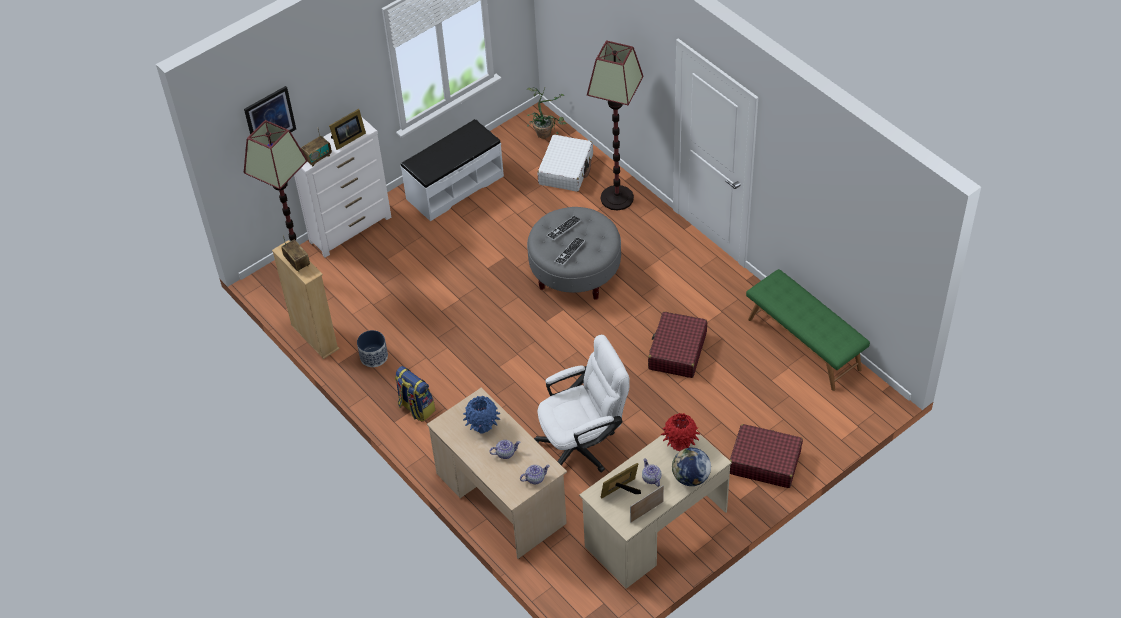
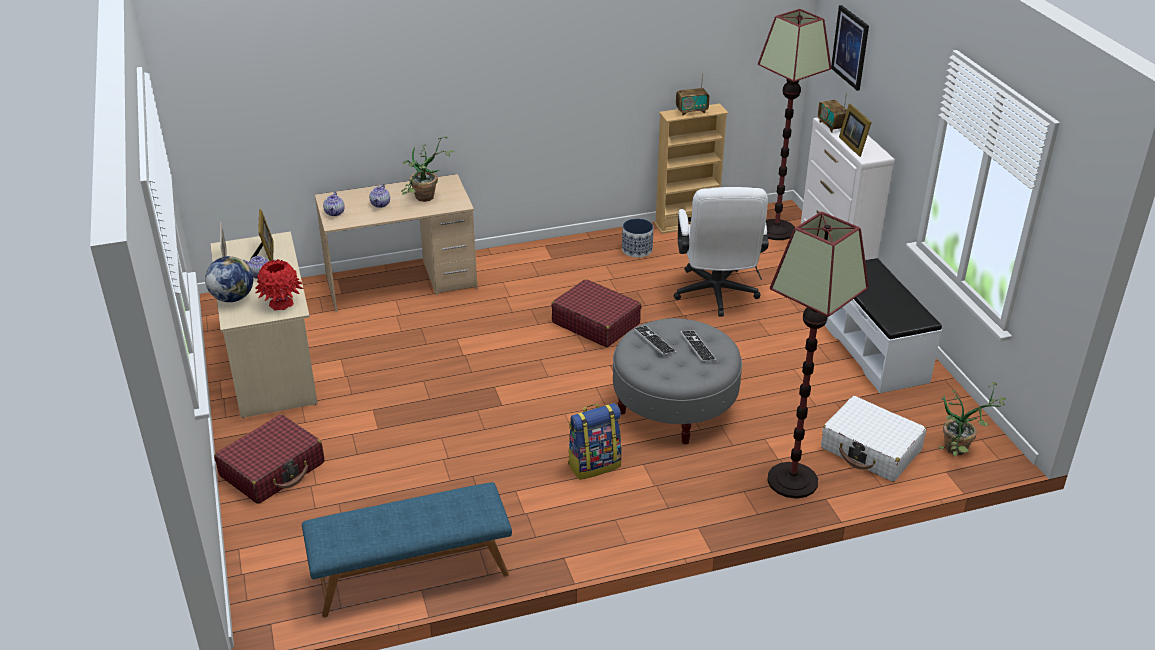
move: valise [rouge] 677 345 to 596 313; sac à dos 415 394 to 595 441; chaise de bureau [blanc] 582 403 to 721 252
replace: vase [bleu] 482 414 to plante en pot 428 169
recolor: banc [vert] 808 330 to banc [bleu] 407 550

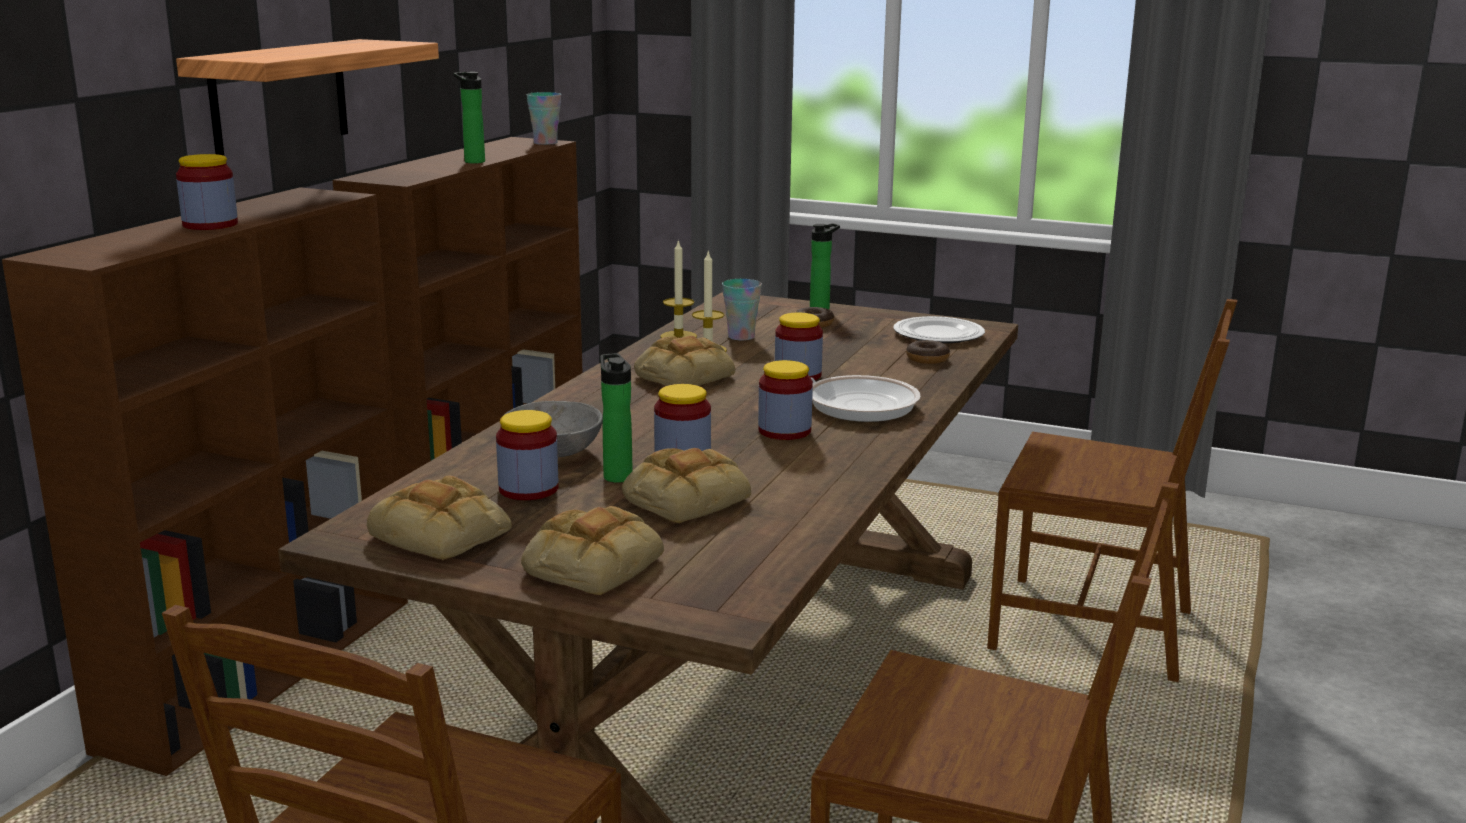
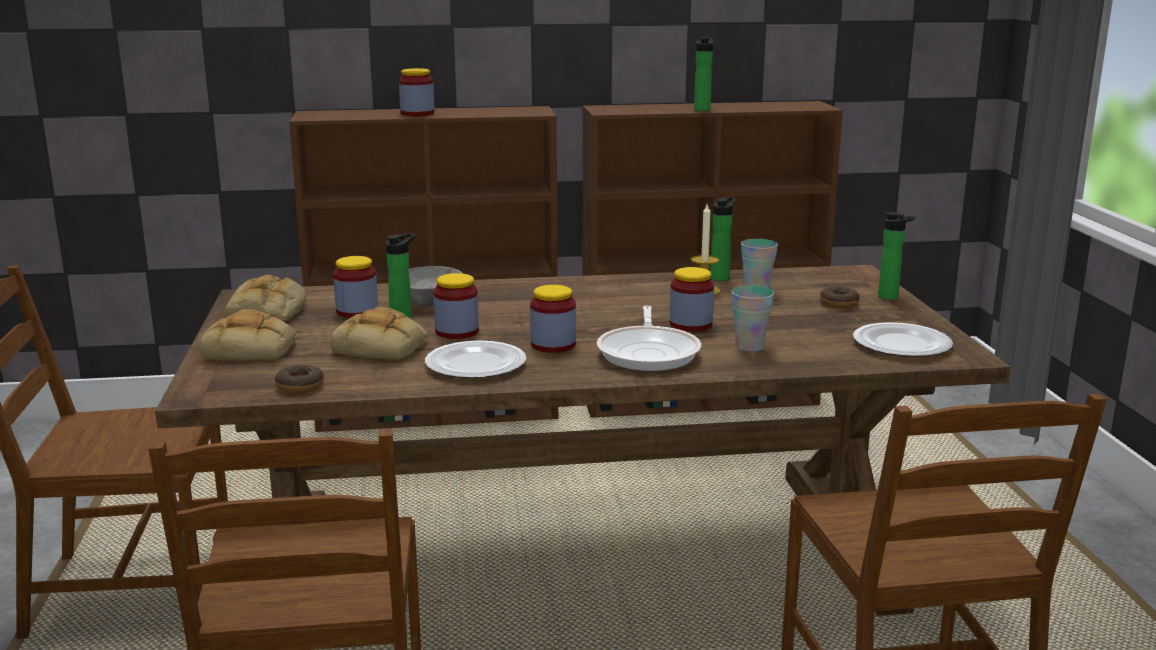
delete: étagère 307 97; pain 684 361
insert: assiette 475 359
move: beignet 928 352 to 299 379; tasse 544 118 to 752 318
replace: bougie 678 288 to bouteille 723 239

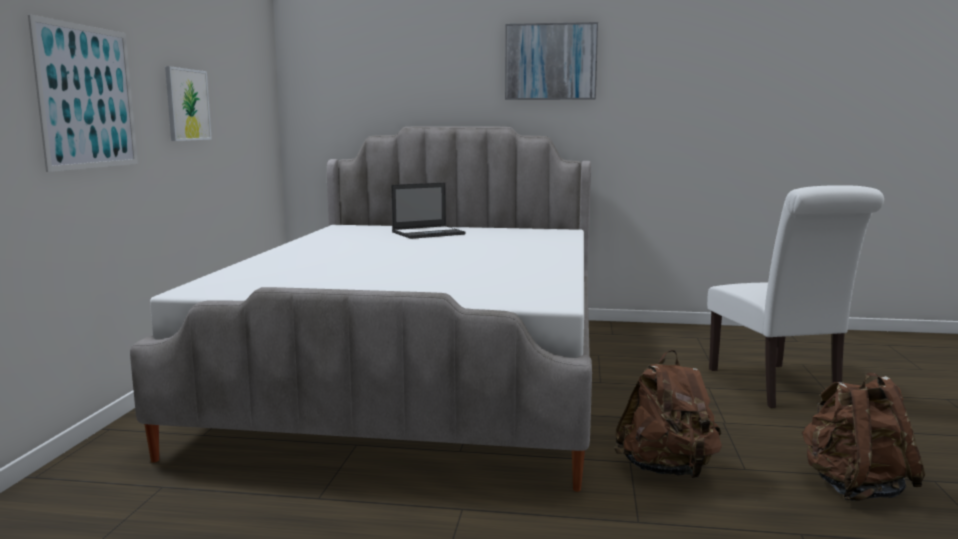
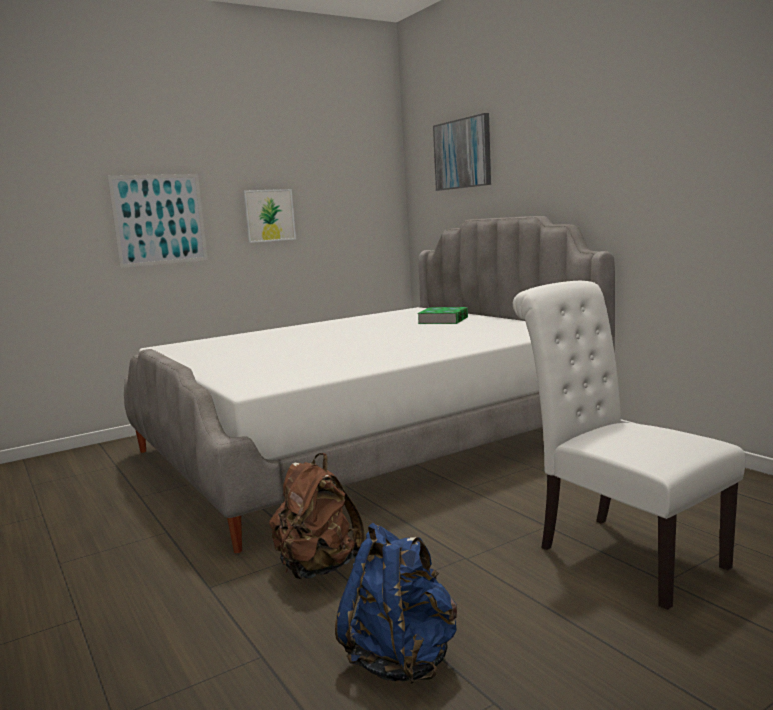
move: tableau 551 61 to 462 152
replace: ordinateur portable 428 211 to livre 442 315
recolor: sac à dos [marron] 863 437 to sac à dos [bleu] 396 603
rotate: chaise [blanc] 795 296 = 629 445 105 degrees clockwise

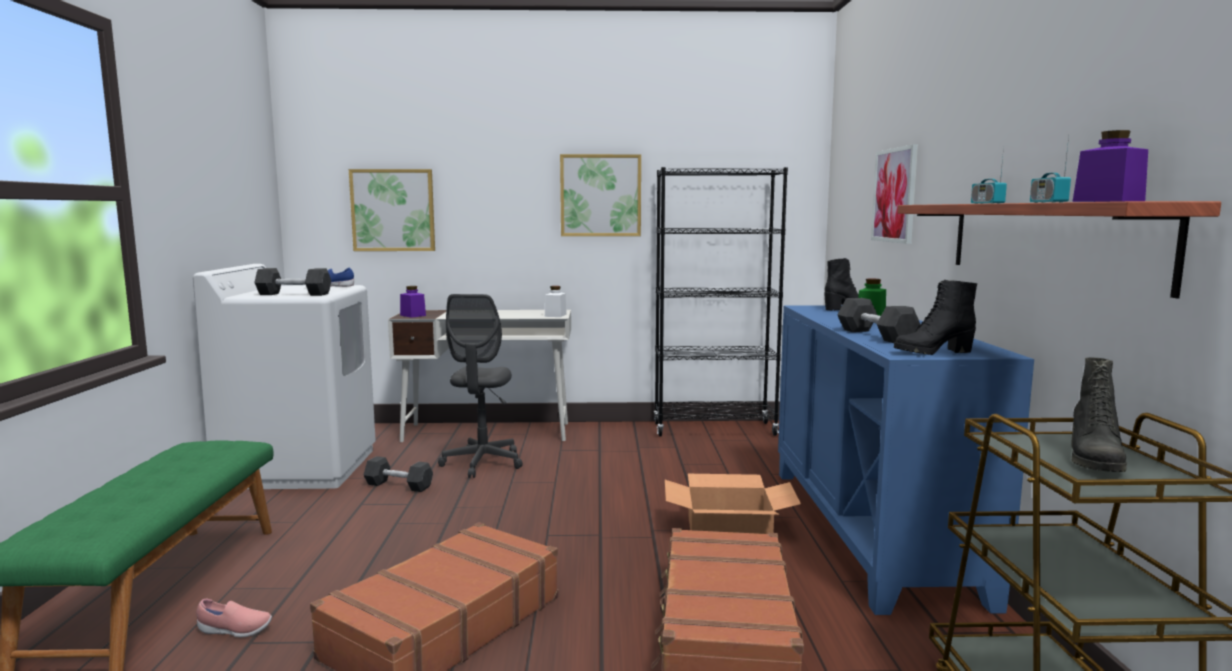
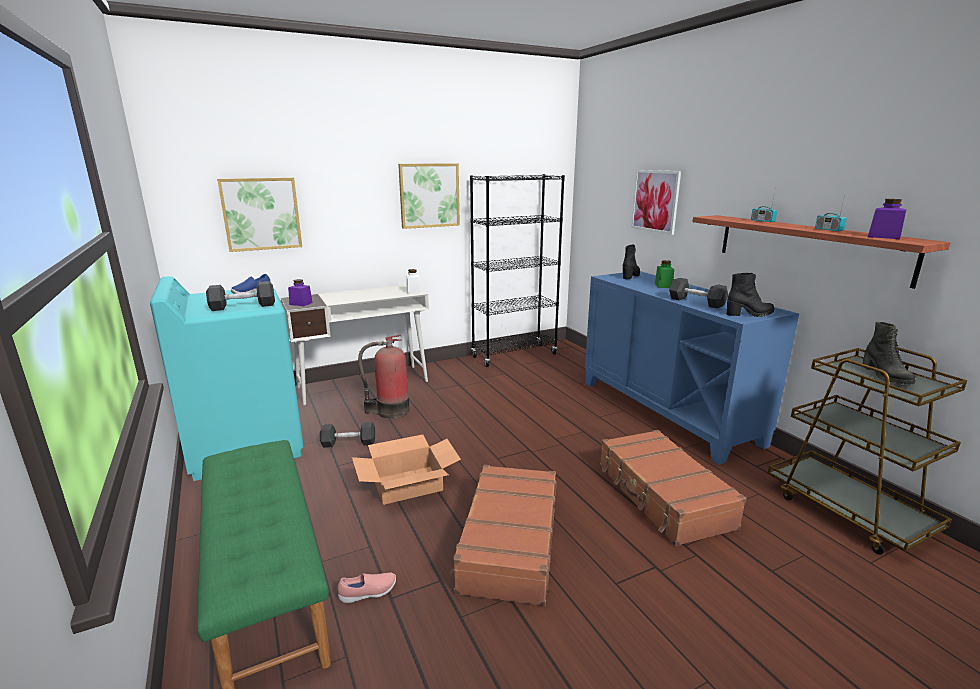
move: carton 733 504 to 406 469
replace: chaise de bureau [gris] 480 386 to extincteur 384 377
recolor: lave-linge [blanc] 284 376 to lave-linge [turquoise] 227 378
rotate: botte [noir] 935 317 = 751 295 150 degrees counterclockwise

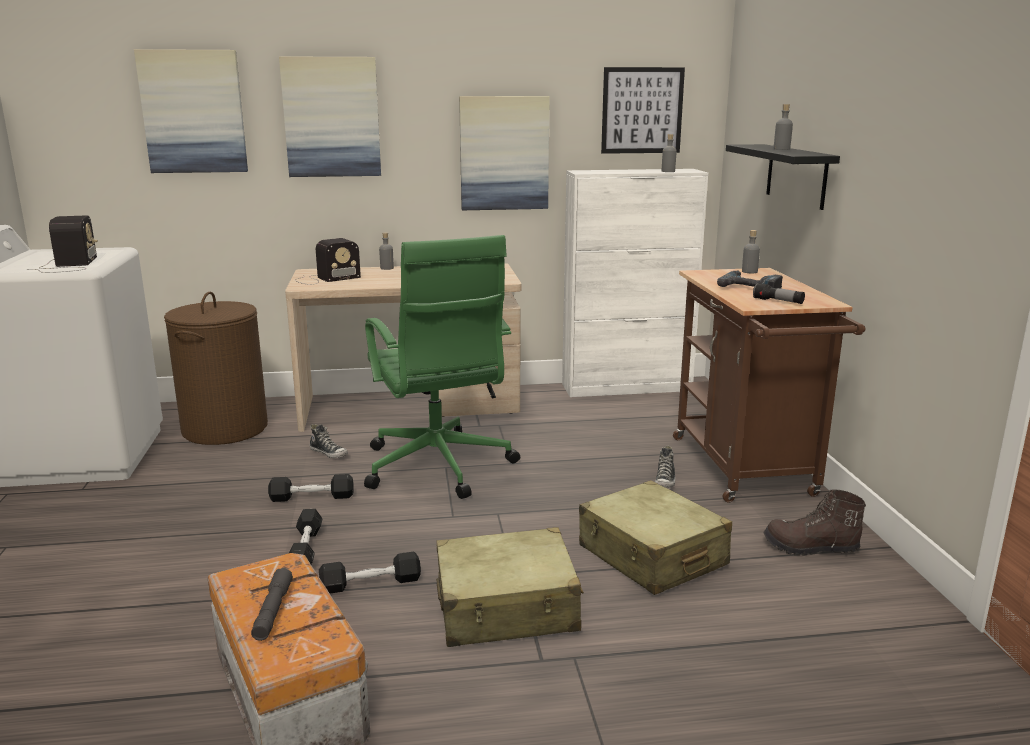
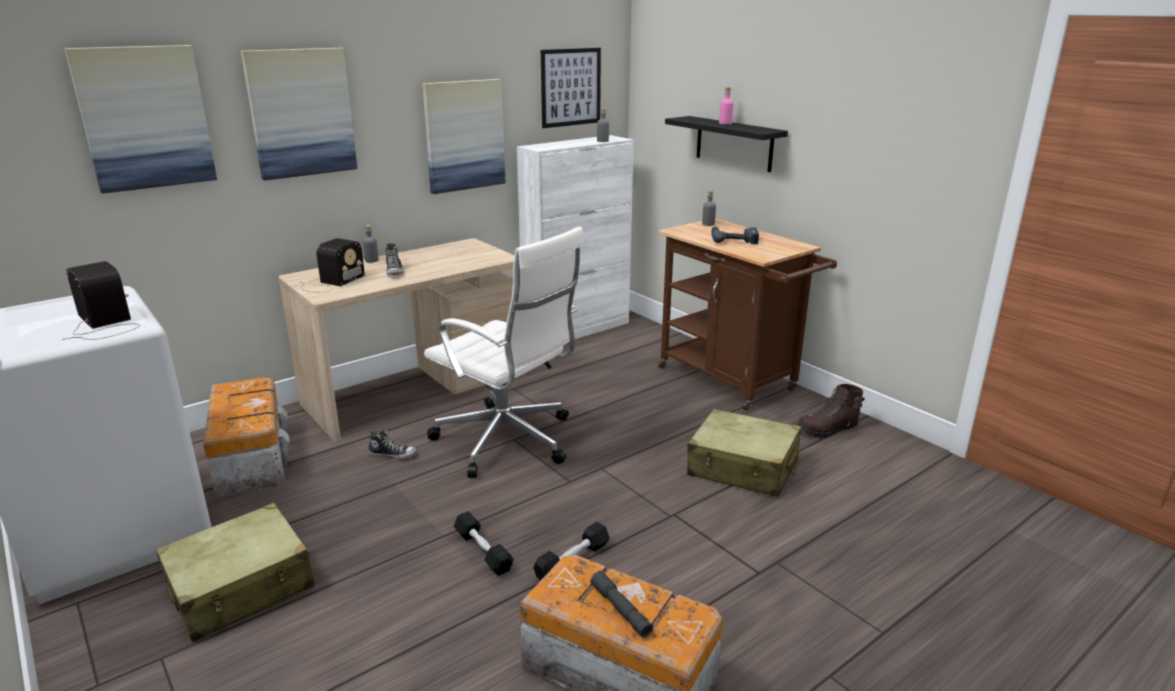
delete: haltère [noir] 311 488; lampe de poche 779 293
move: valise [beige] 510 587 to 235 572; chaussure 665 467 to 394 259
replace: panier à linge [marron] 216 368 to boîte de rangement 246 437
recolor: chaise de bureau [vert] 442 367 to chaise de bureau [blanc] 504 352; bouteille [gris] 783 127 to bouteille [rose] 726 105

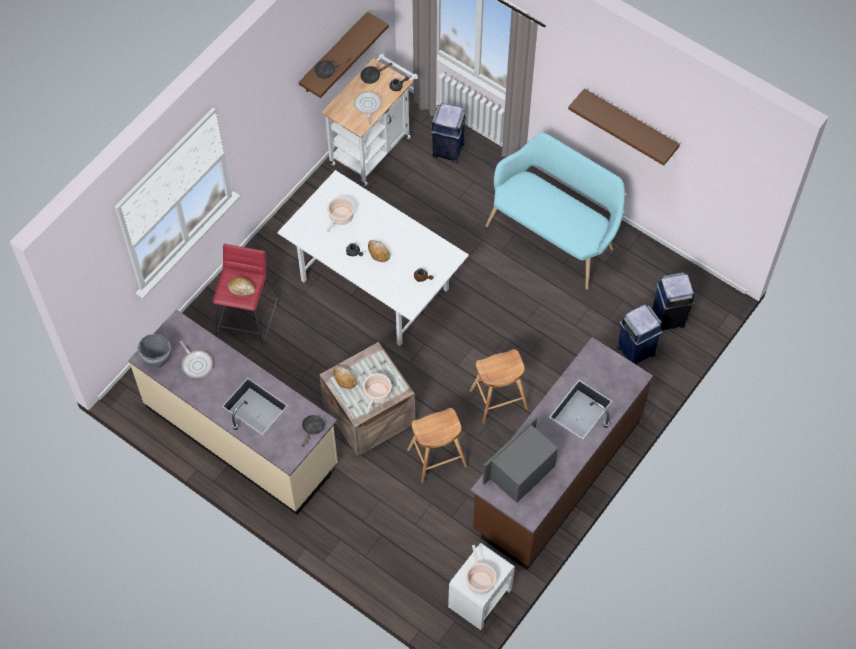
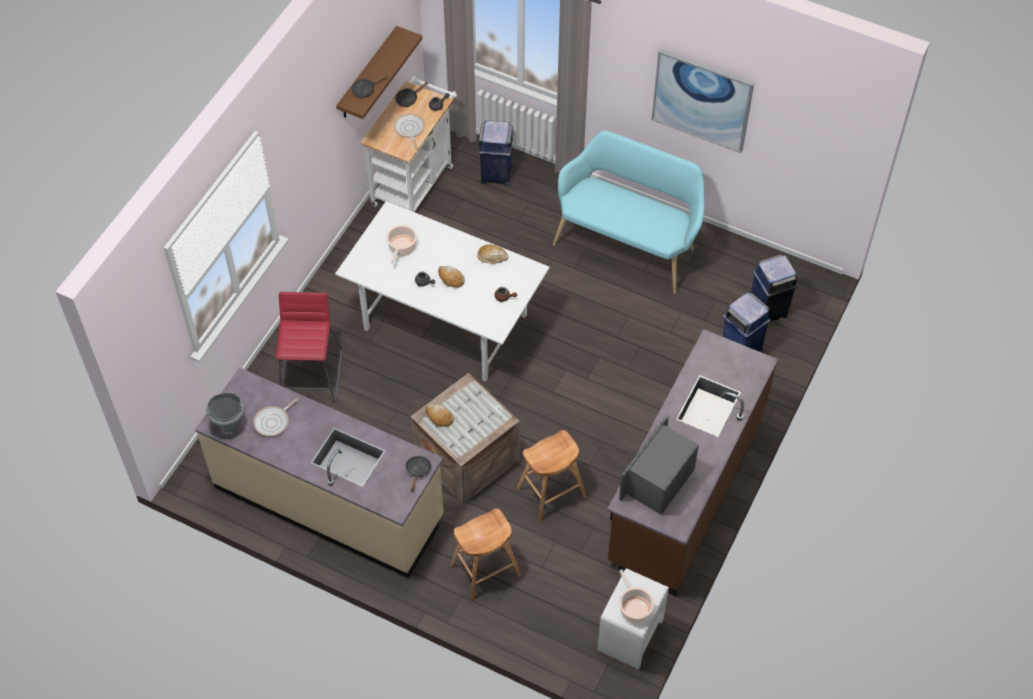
delete: marmite 377 393
move: tabouret [marron] 498 386 to 486 554; pain 241 286 to 492 254
replace: étagère [marron] 624 127 to tableau 702 101
rotate: poêle 196 359 = 275 417 90 degrees clockwise

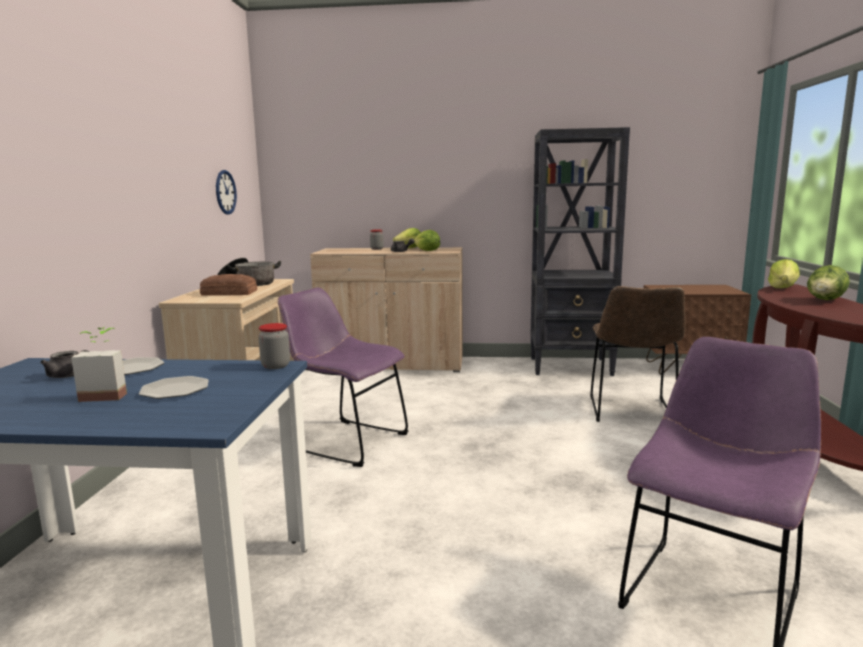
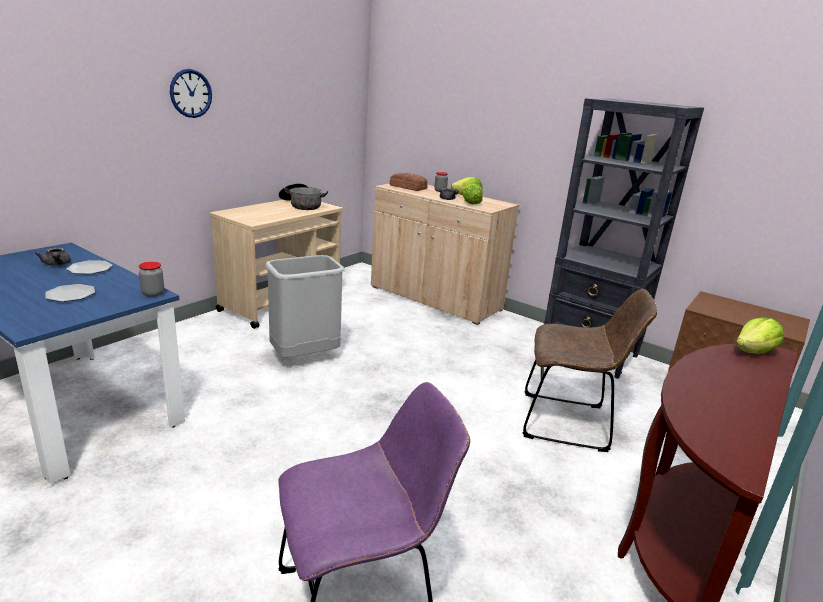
delete: plante en pot 99 364; laitue 828 282
move: horloge murale 226 192 to 191 93; pain 228 285 to 408 182
replace: chaise [violet] 343 377 to poubelle [gris] 304 306
rotate: chaise [marron] 638 354 = 590 370 120 degrees counterclockwise

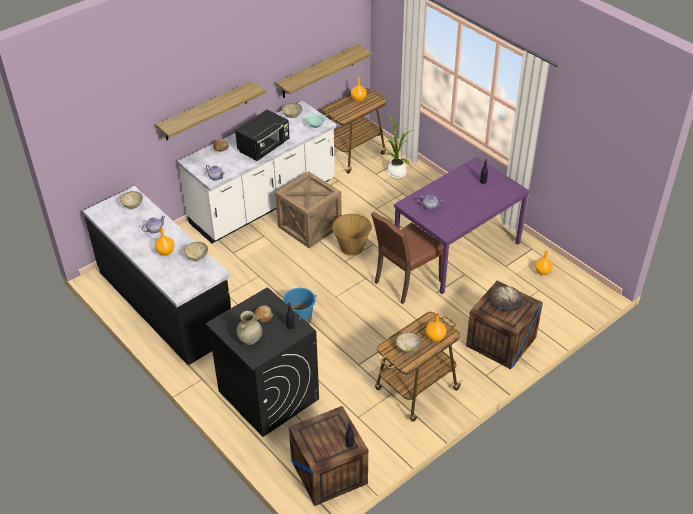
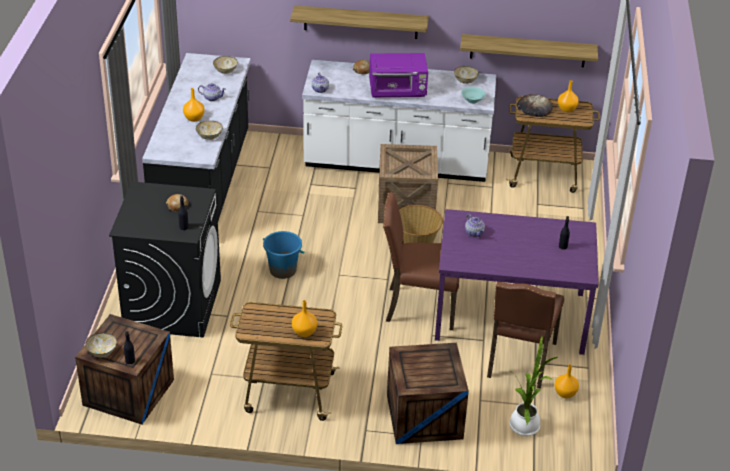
delete: vase [beige] 249 328
insert: chaise [marron] 525 335
move: bol 409 342 to 101 345; plante en pot 397 146 to 533 386; pain 506 298 to 535 105
recolor: micro-ondes [noir] 262 135 to micro-ondes [violet] 398 75

